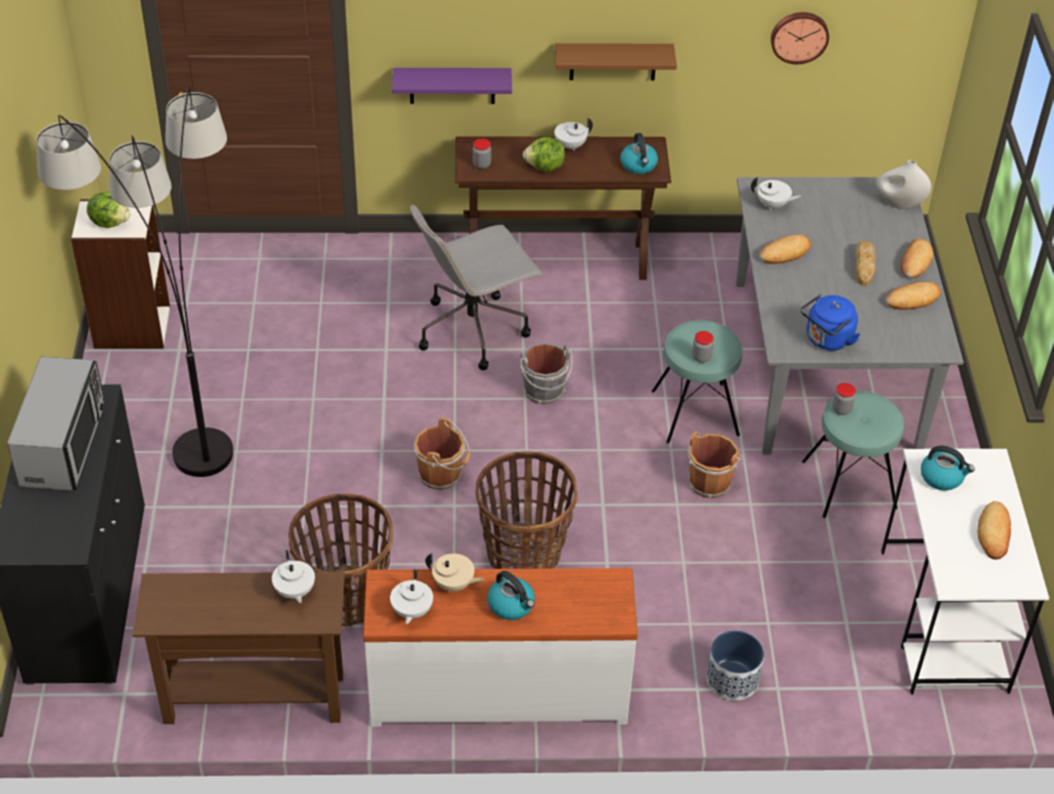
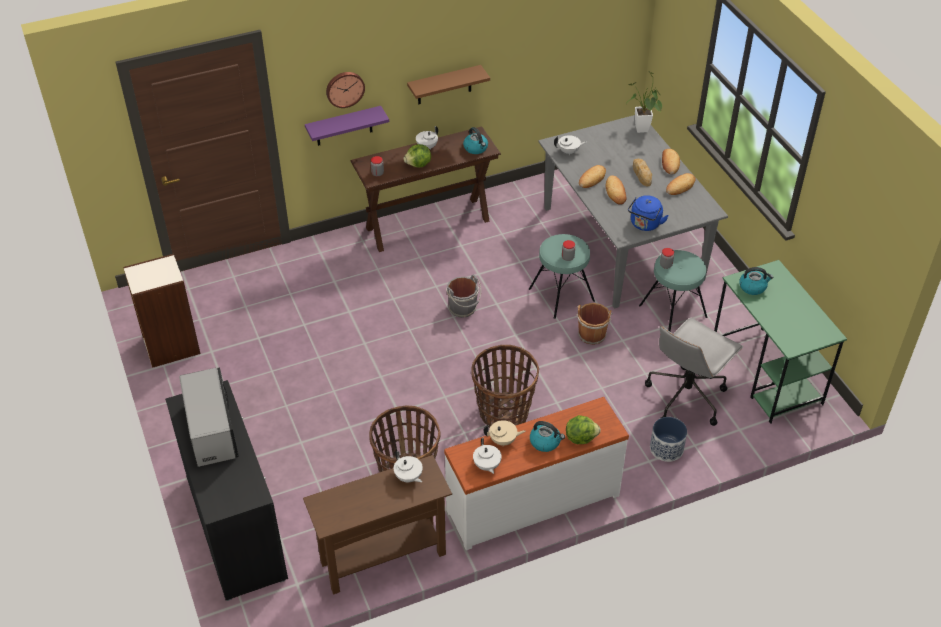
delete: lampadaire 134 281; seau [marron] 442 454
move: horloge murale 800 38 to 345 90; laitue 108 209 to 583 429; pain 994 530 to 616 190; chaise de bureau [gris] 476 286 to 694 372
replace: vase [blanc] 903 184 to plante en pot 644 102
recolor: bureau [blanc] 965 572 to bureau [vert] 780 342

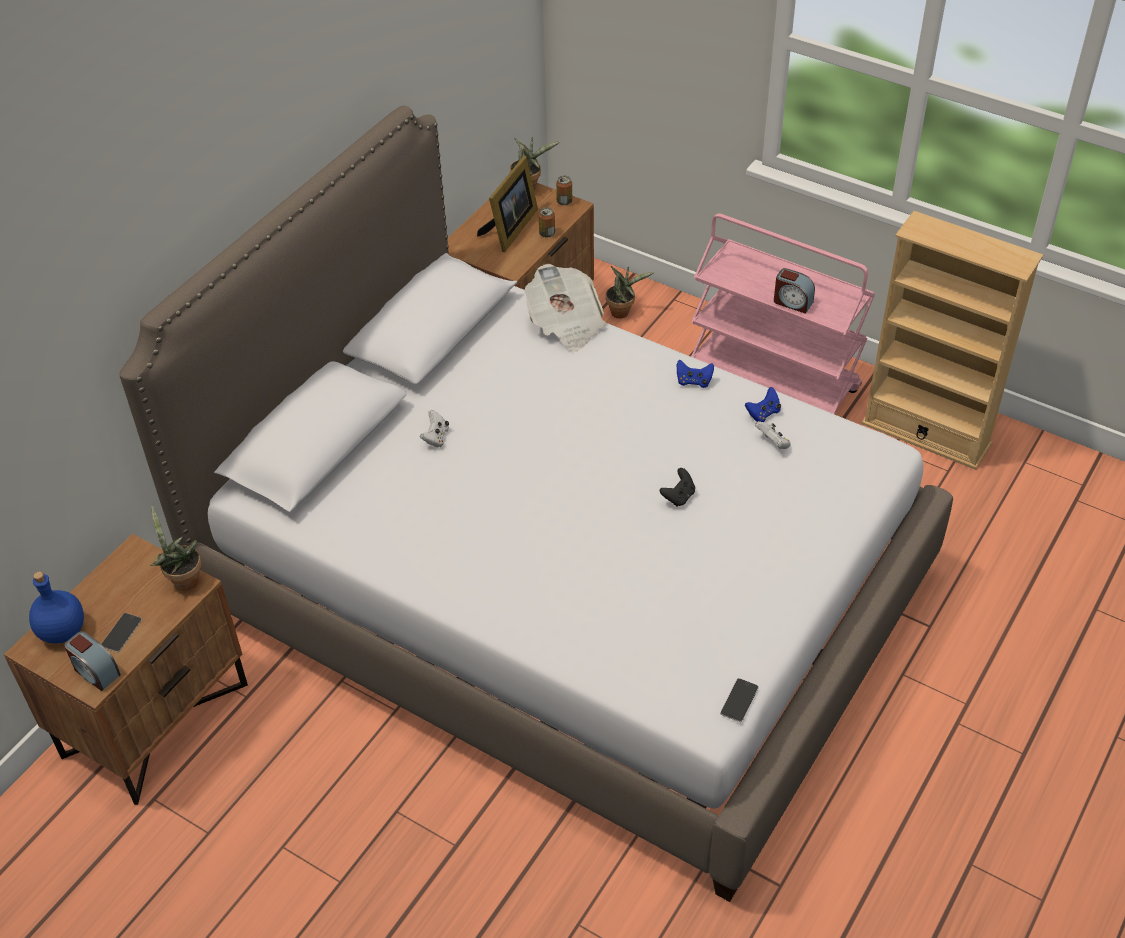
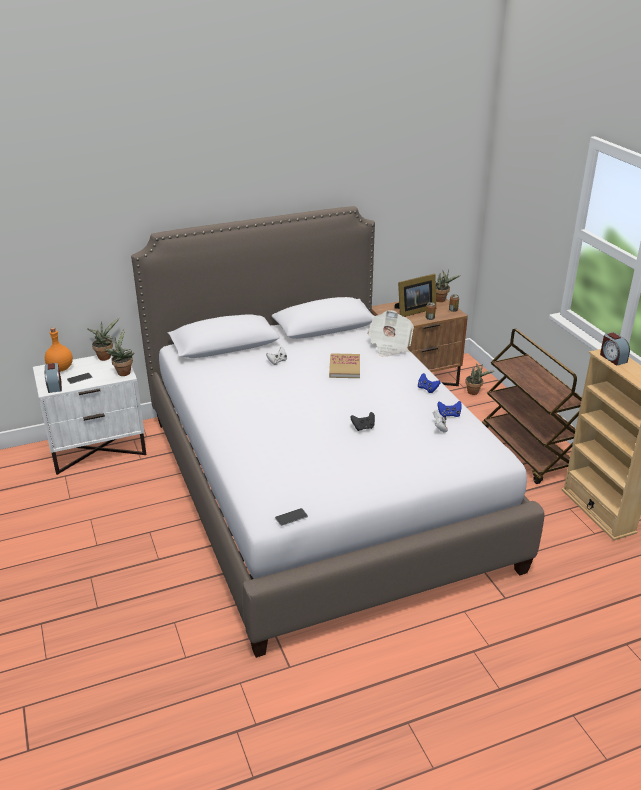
insert: plante en pot 104 339; livre 344 365
move: réveil 794 291 to 615 349
recolor: table de chevet [marron] 126 669 to table de chevet [blanc] 89 413; bouteille [bleu] 56 607 to bouteille [orange] 59 349; chariot [rose] 783 314 to chariot [marron] 532 406

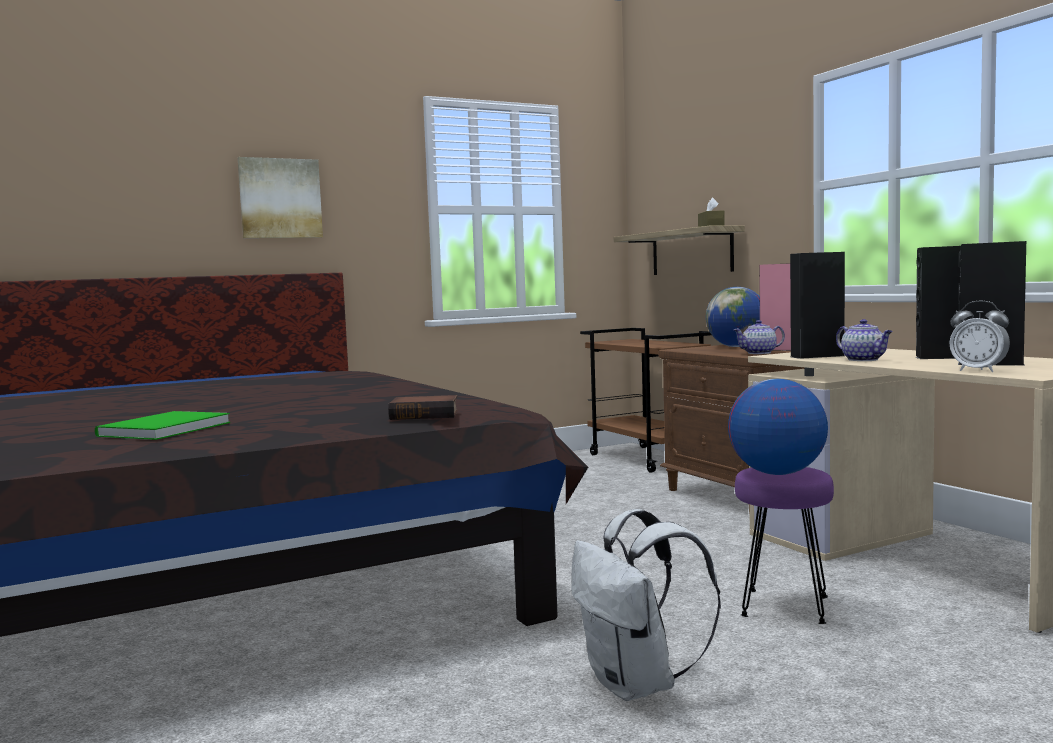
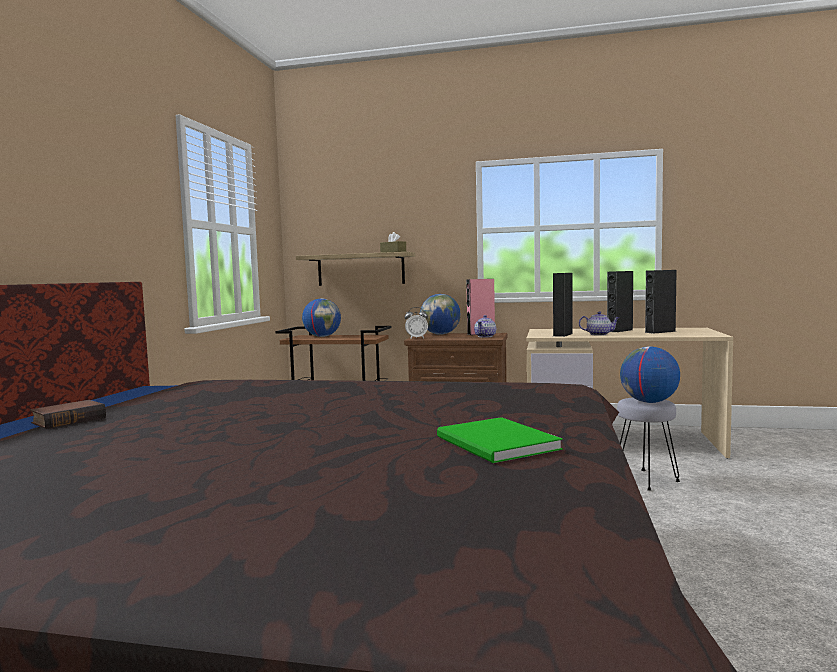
delete: tableau 280 197; sac à dos [blanc] 646 605
insert: globe 321 318
move: livre 423 407 to 68 414; réveil 979 336 to 416 322
recolor: tabouret [violet] 784 545 to tabouret [gris] 648 444

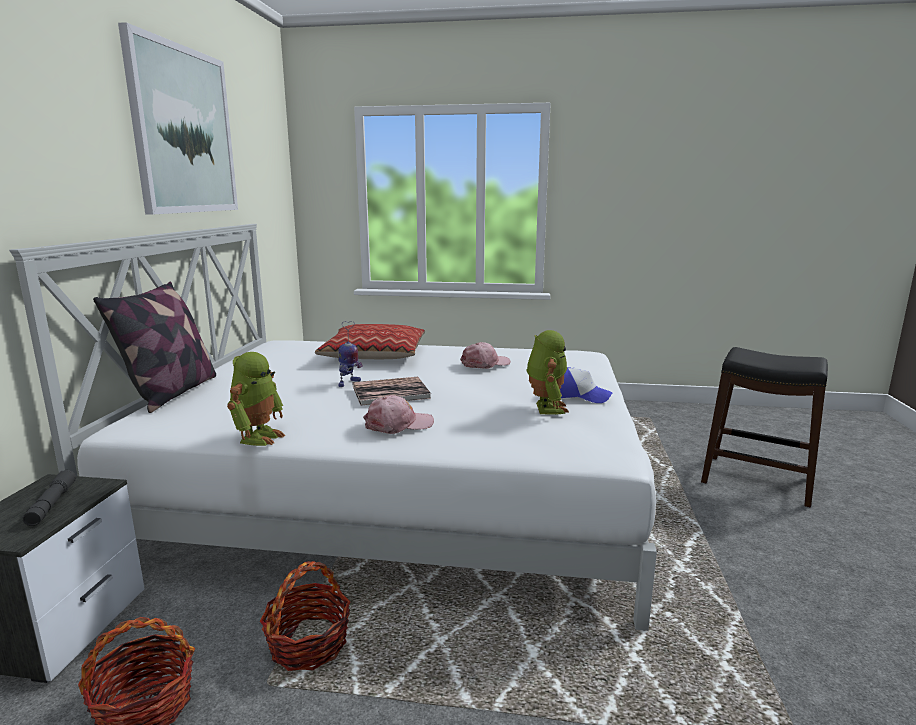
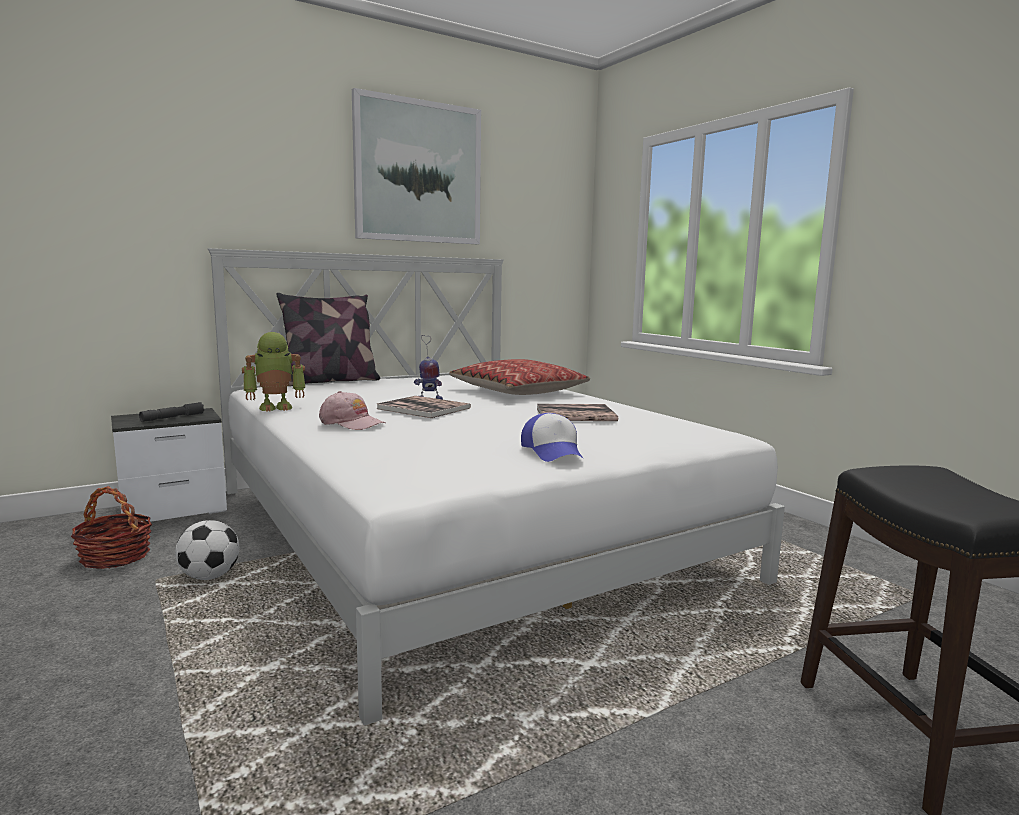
delete: robot jouet 547 372
replace: panier 305 616 to ballon de foot 207 550; casquette [rose] 485 355 to livre 577 412

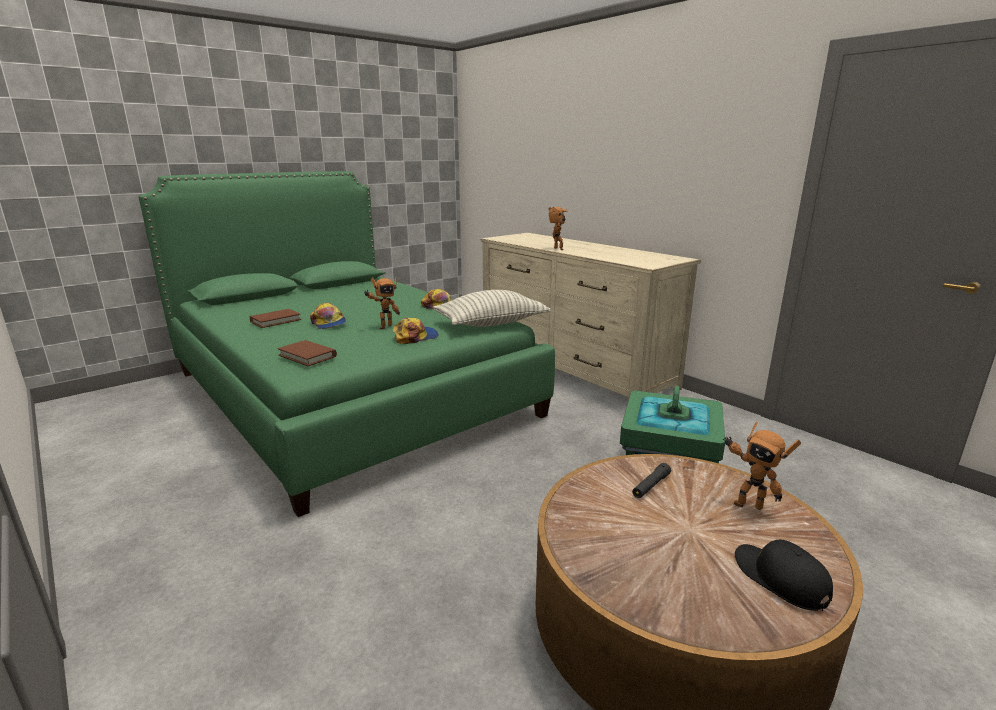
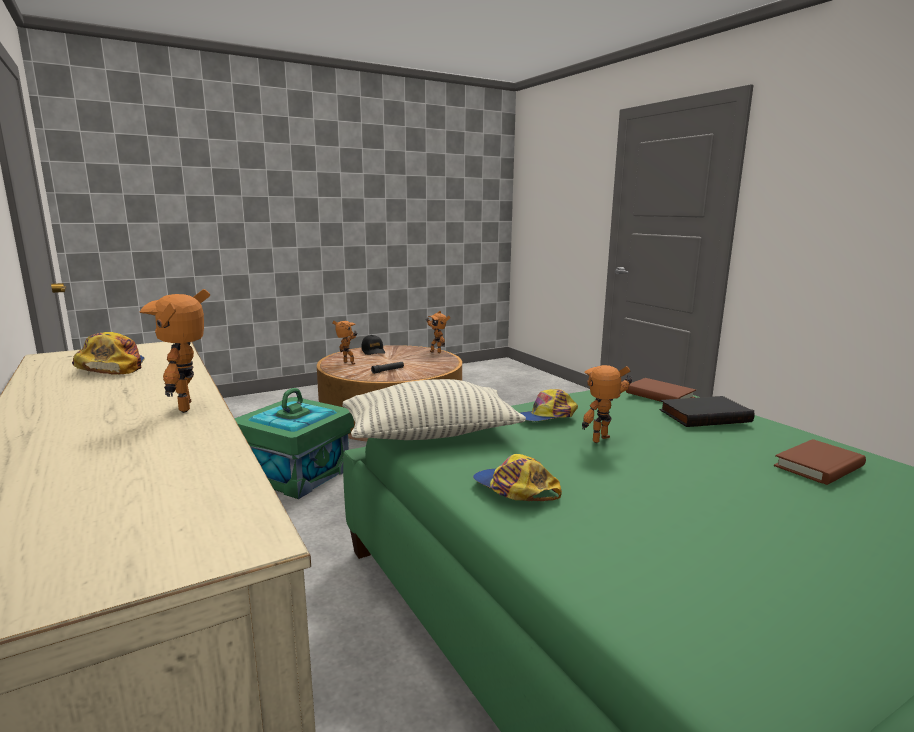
insert: robot jouet 438 332; livre [noir] 706 411
move: casquette 328 316 to 108 353

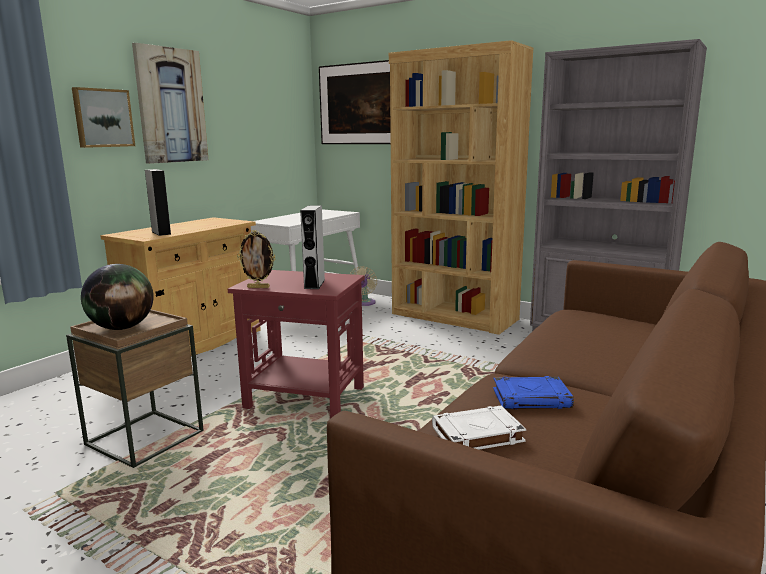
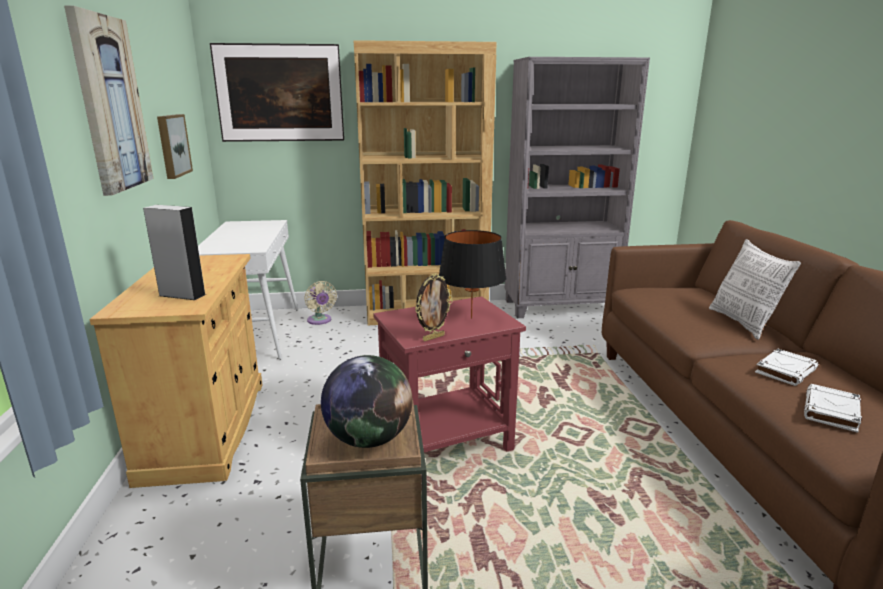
insert: coussin 755 289
move: tableau 103 117 to 175 146
replace: enceinte [gris] 312 247 to lampe de table [noir] 472 274
recolor: livre [bleu] 533 393 to livre [blanc] 786 367

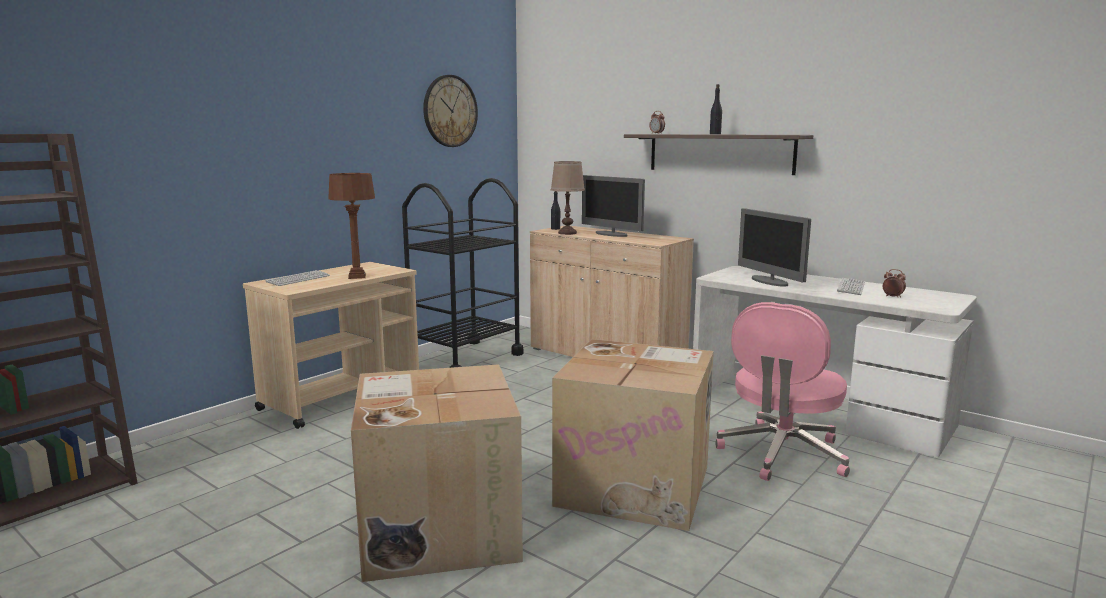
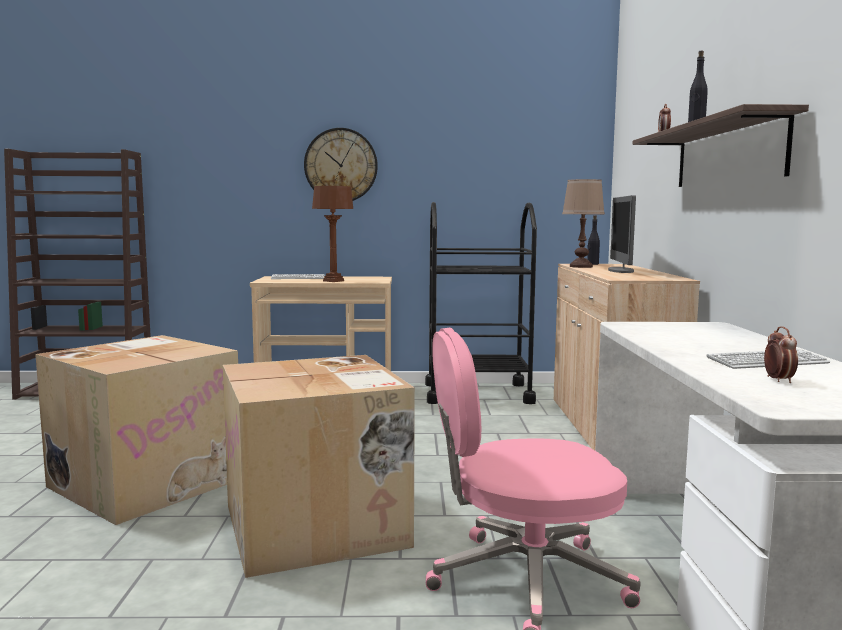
delete: écran d'ordinateur 774 247
move: horloge murale 450 111 to 341 164

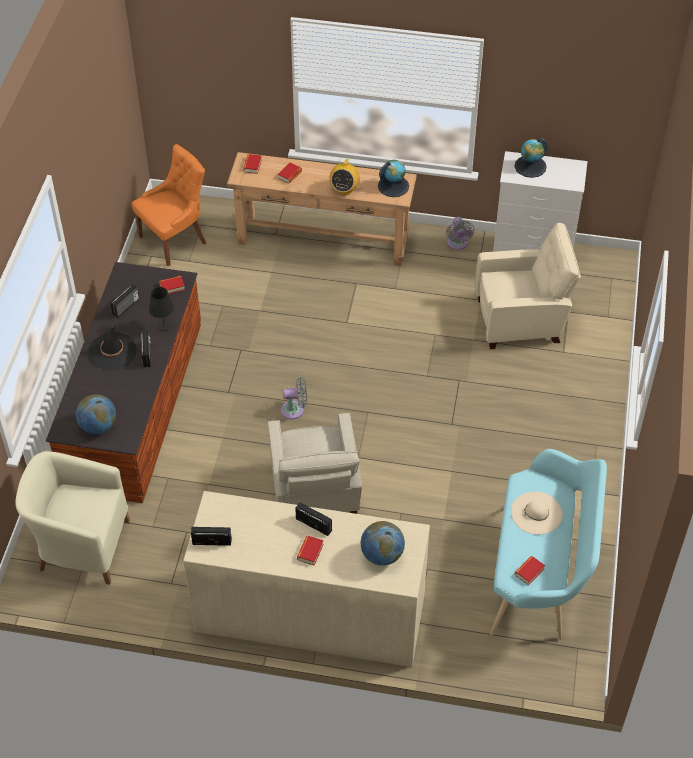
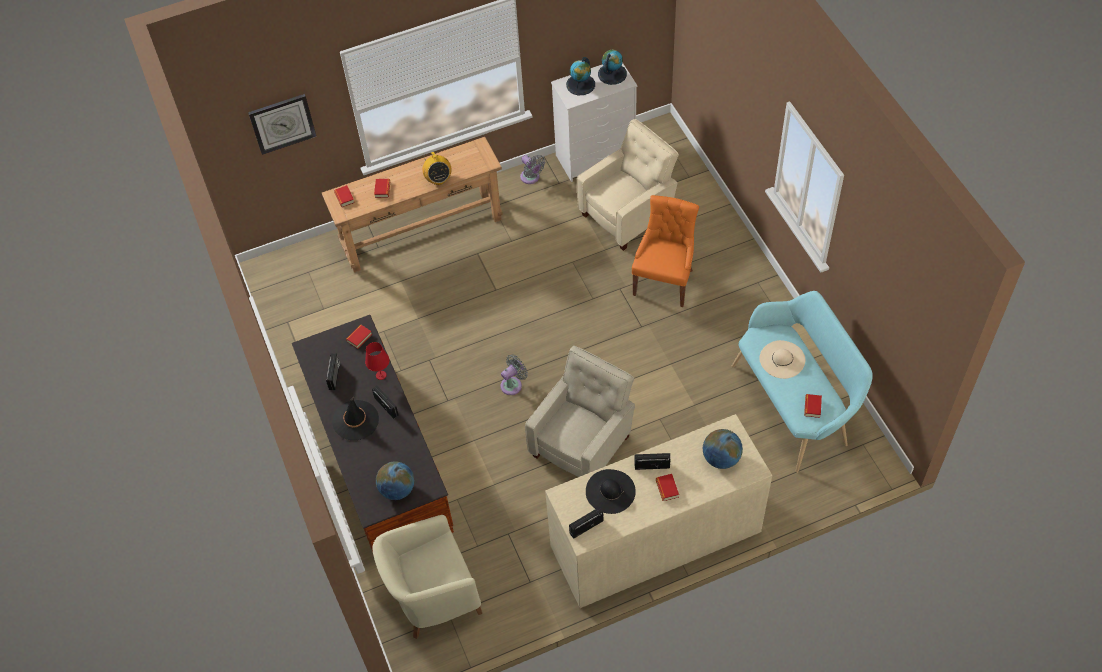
insert: horloge murale 282 124; chapeau [noir] 611 491
move: globe 393 178 to 612 67; chaise [orange] 168 205 to 665 251
recolor: lampe de table [noir] 161 309 to lampe de table [rouge] 377 361
rotate: fauteuil [beige] 315 463 = 580 411 105 degrees counterclockwise

